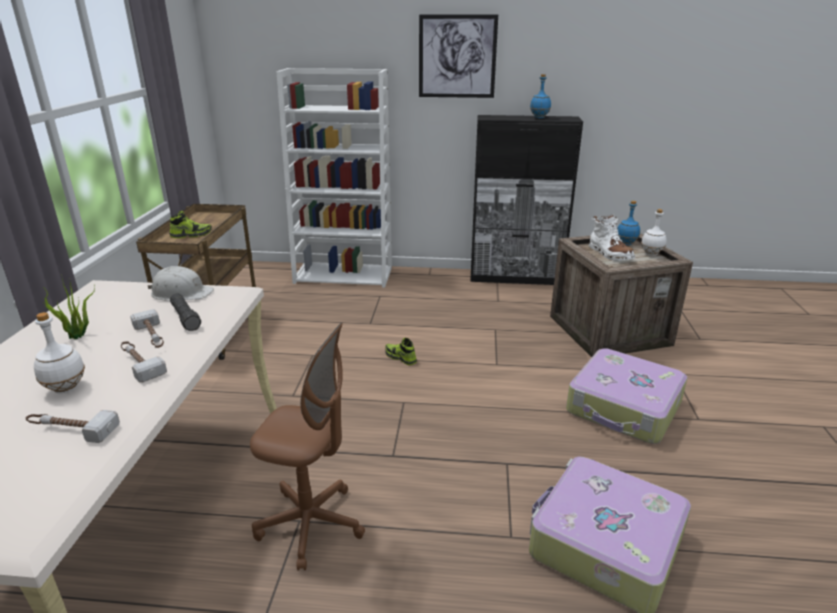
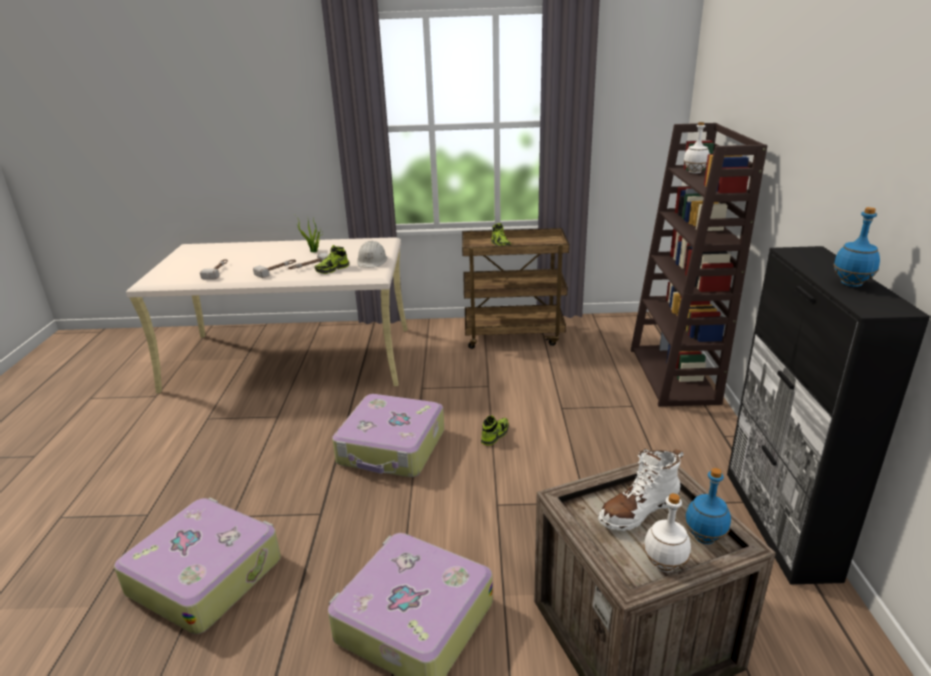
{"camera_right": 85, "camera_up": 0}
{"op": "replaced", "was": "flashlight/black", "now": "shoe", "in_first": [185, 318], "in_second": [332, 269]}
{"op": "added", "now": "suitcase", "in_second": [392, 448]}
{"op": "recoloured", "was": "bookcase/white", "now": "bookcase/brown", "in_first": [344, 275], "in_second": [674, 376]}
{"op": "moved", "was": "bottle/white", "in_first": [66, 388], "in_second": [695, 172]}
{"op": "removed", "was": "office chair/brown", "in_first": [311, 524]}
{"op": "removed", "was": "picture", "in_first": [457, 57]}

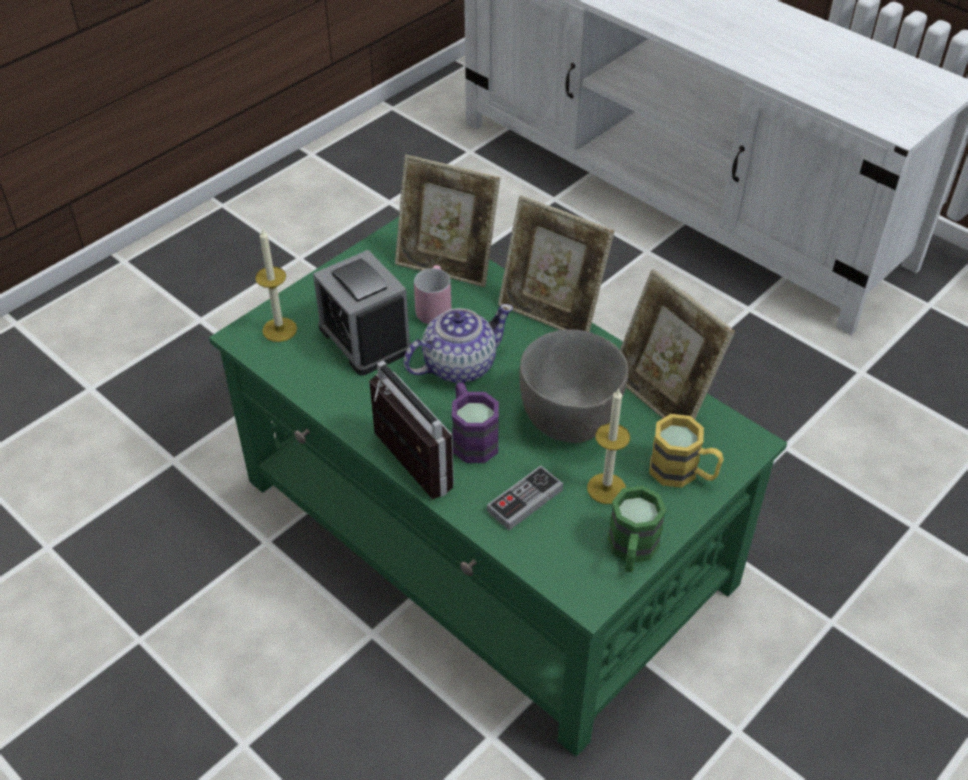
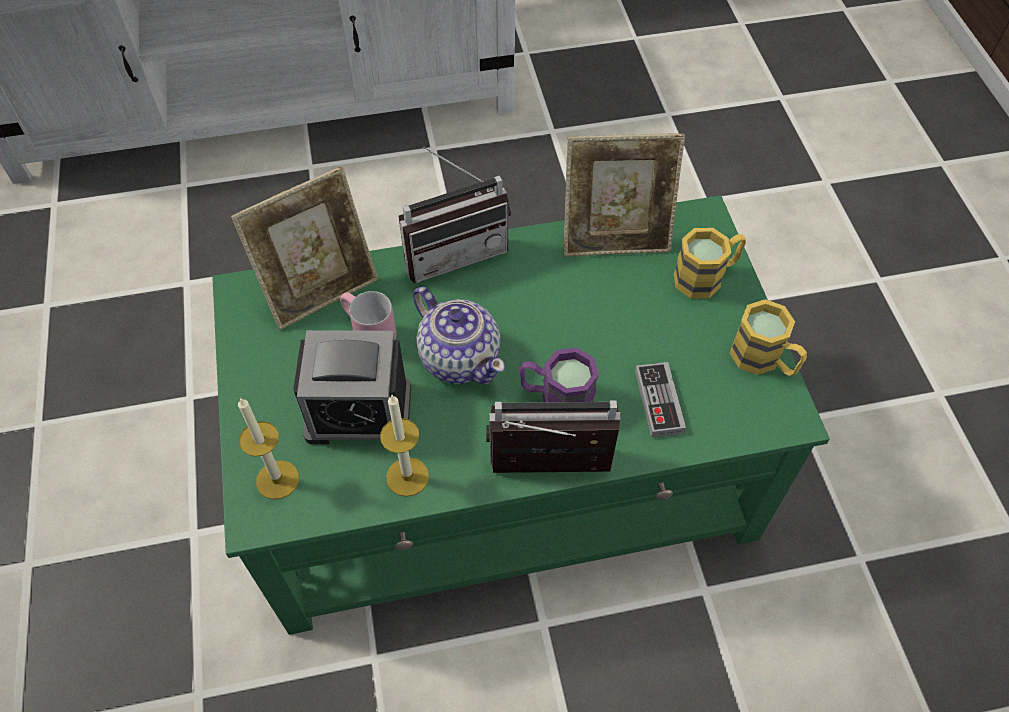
{"camera_right": -55, "camera_up": 10}
{"op": "moved", "was": "candle", "in_first": [606, 488], "in_second": [407, 477]}
{"op": "replaced", "was": "picture frame", "now": "radio", "in_first": [551, 312], "in_second": [453, 251]}
{"op": "turned", "was": "teapot", "in_first": [458, 366], "in_second": [460, 357], "clockwise": 135}
{"op": "recoloured", "was": "mug/green", "now": "mug/yellow", "in_first": [632, 551], "in_second": [764, 360]}
{"op": "removed", "was": "bowl/grey", "in_first": [571, 417]}

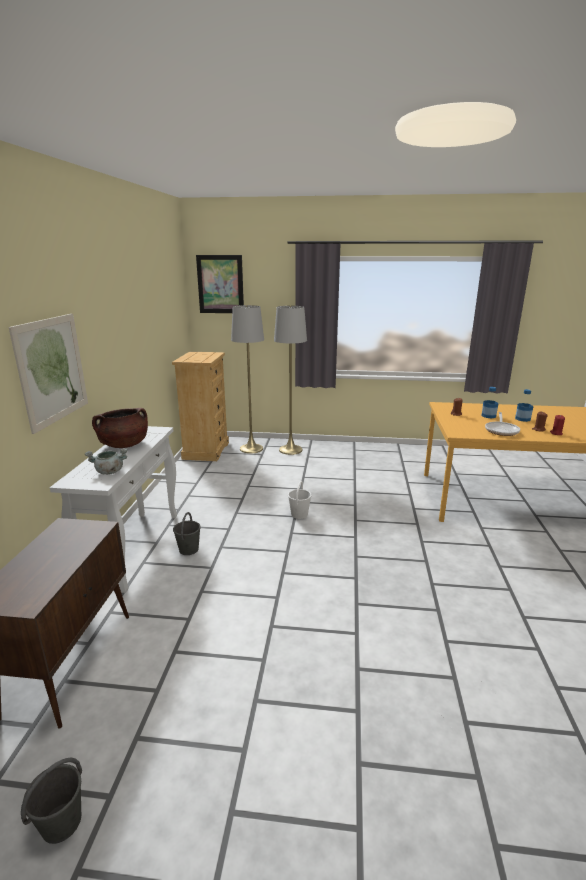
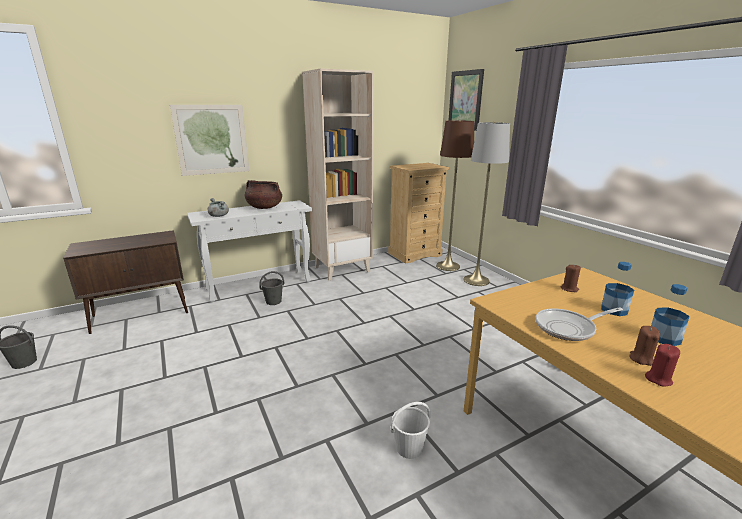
{"camera_right": 55, "camera_up": 0}
{"op": "added", "now": "bookcase/beige", "in_second": [342, 269]}
{"op": "moved", "was": "bucket/white", "in_first": [299, 514], "in_second": [408, 448]}
{"op": "recoloured", "was": "floor lamp/grey", "now": "floor lamp/brown", "in_first": [251, 448], "in_second": [448, 266]}

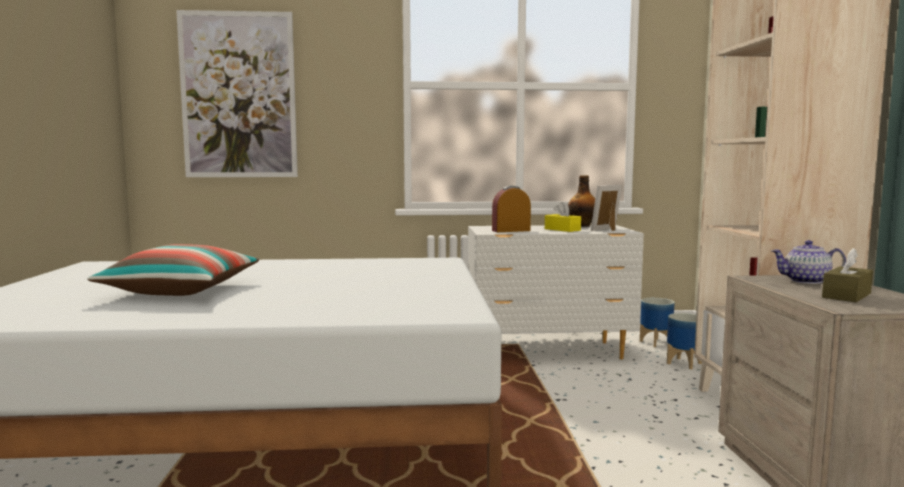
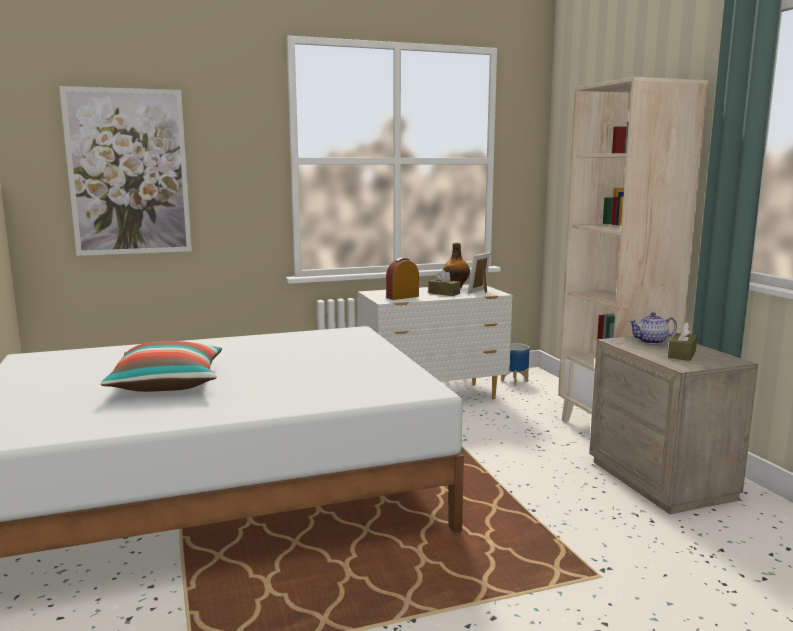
{"camera_right": -15, "camera_up": 5}
{"op": "recoloured", "was": "tissue box/yellow", "now": "tissue box/brown", "in_first": [562, 229], "in_second": [444, 293]}
{"op": "removed", "was": "planter", "in_first": [684, 363]}

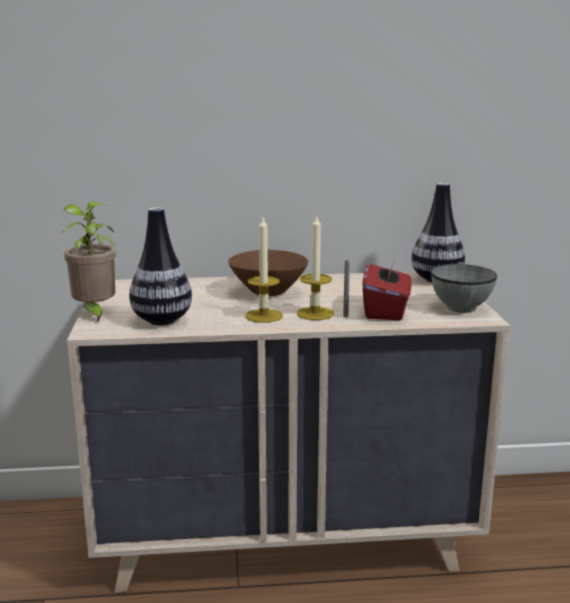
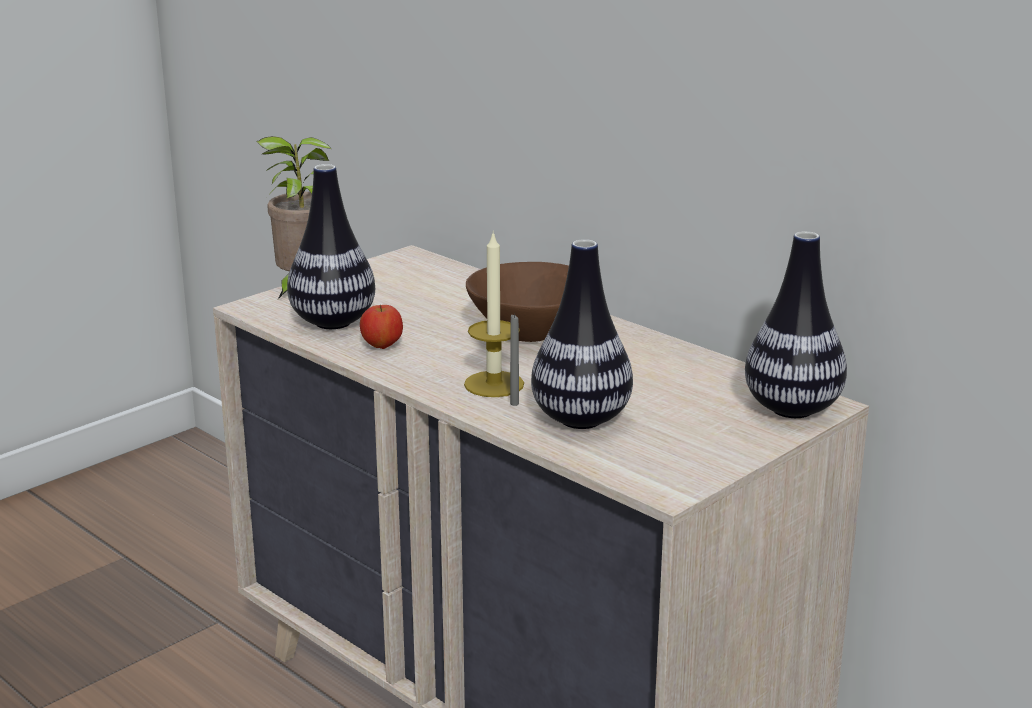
{"camera_right": 50, "camera_up": 5}
{"op": "added", "now": "apple", "in_second": [382, 346]}
{"op": "replaced", "was": "tissue box/red", "now": "vase", "in_first": [386, 311], "in_second": [581, 419]}
{"op": "removed", "was": "candle", "in_first": [264, 316]}
{"op": "removed", "was": "bowl/grey", "in_first": [461, 308]}

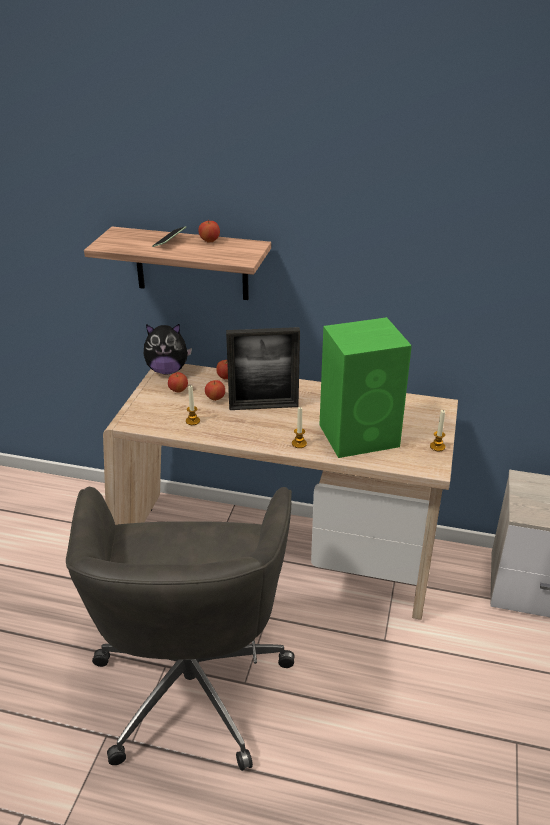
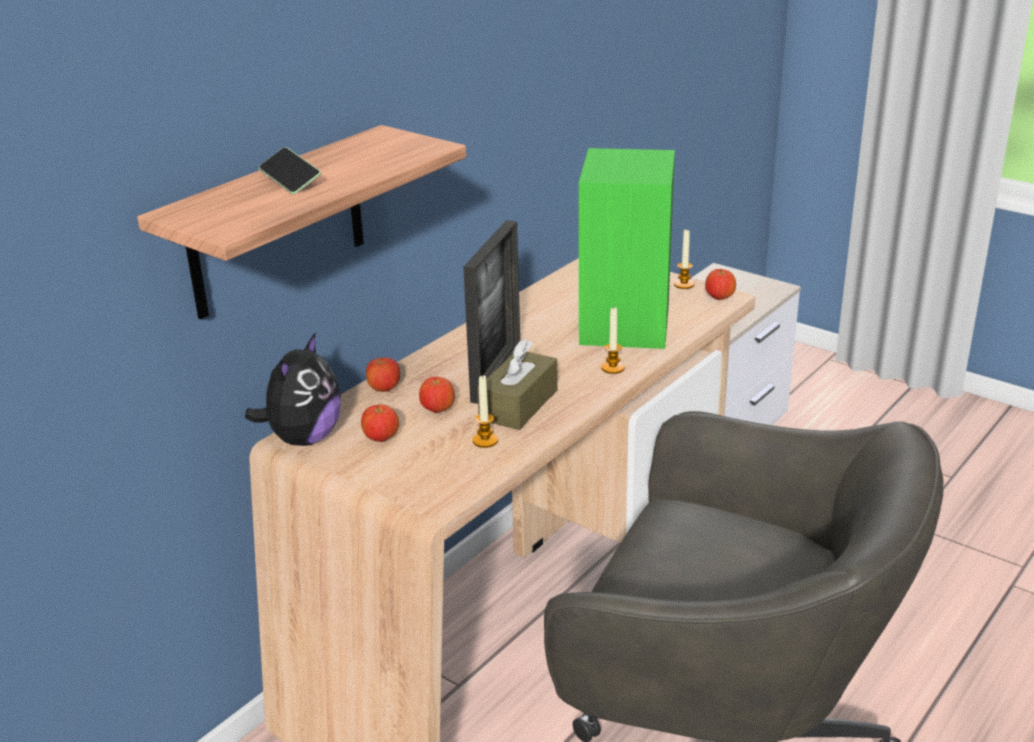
{"camera_right": -65, "camera_up": -5}
{"op": "added", "now": "tissue box/brown", "in_second": [519, 405]}
{"op": "moved", "was": "apple", "in_first": [209, 241], "in_second": [719, 298]}

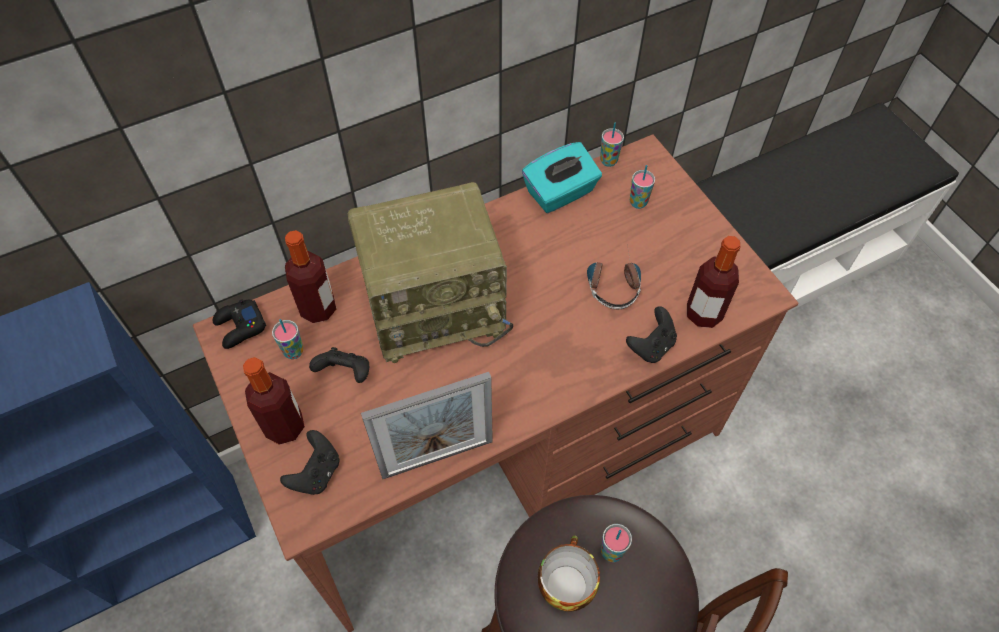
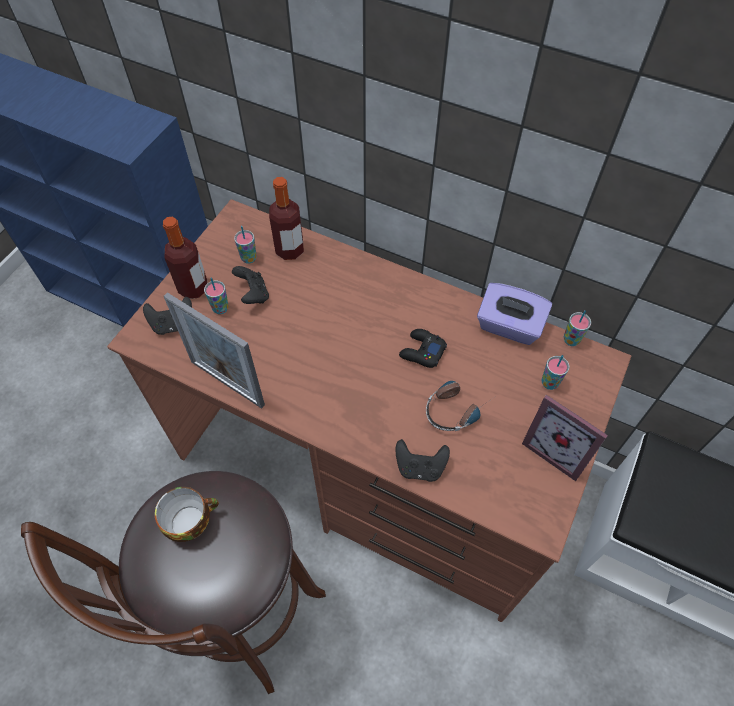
{"camera_right": 55, "camera_up": 0}
{"op": "moved", "was": "cup", "in_first": [611, 551], "in_second": [220, 308]}
{"op": "moved", "was": "game controller/black", "in_first": [240, 327], "in_second": [422, 351]}
{"op": "recoloured", "was": "tissue box/turquoise", "now": "tissue box/purple", "in_first": [560, 193], "in_second": [509, 326]}
{"op": "added", "now": "picture frame", "in_second": [557, 449]}
{"op": "removed", "was": "radio", "in_first": [436, 306]}
{"op": "removed", "was": "bottle", "in_first": [703, 314]}

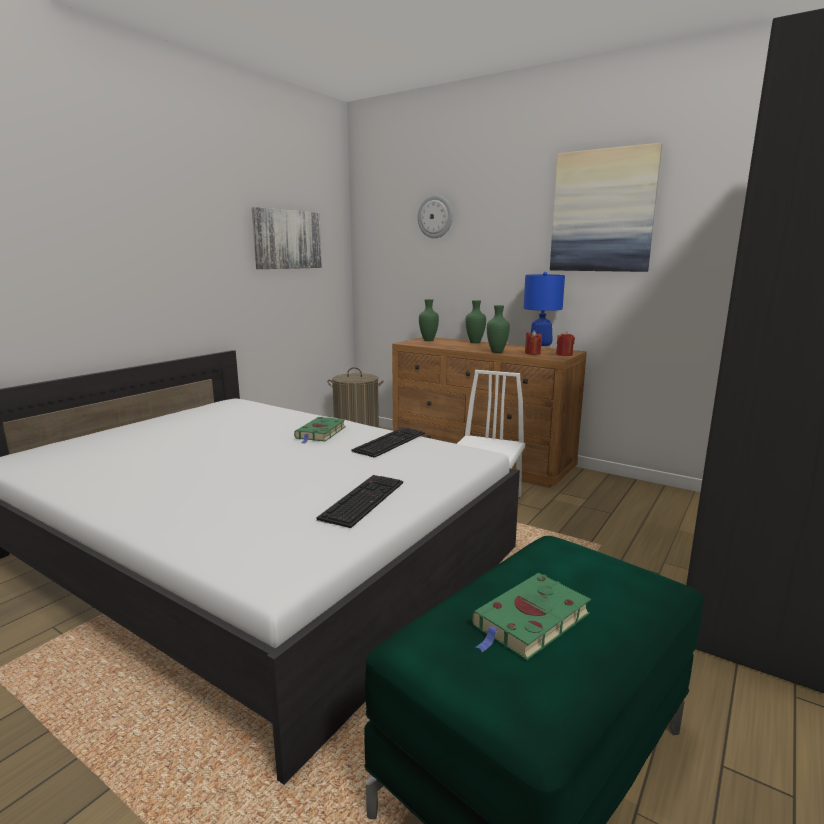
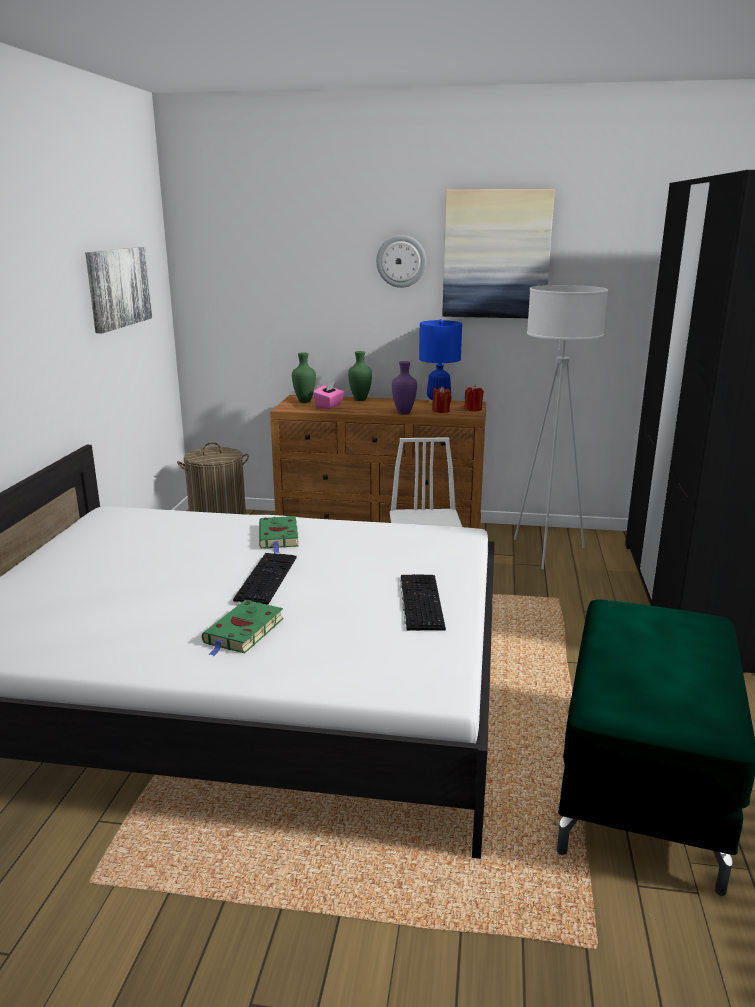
{"camera_right": -25, "camera_up": 5}
{"op": "moved", "was": "book/green", "in_first": [529, 622], "in_second": [243, 632]}
{"op": "moved", "was": "keyboard", "in_first": [389, 442], "in_second": [265, 577]}
{"op": "added", "now": "tissue box/pink", "in_second": [329, 406]}
{"op": "moved", "was": "wall clock", "in_first": [435, 216], "in_second": [401, 261]}
{"op": "recoloured", "was": "vase/green", "now": "vase/purple", "in_first": [497, 352], "in_second": [404, 412]}
{"op": "added", "now": "floor lamp/white", "in_second": [546, 552]}

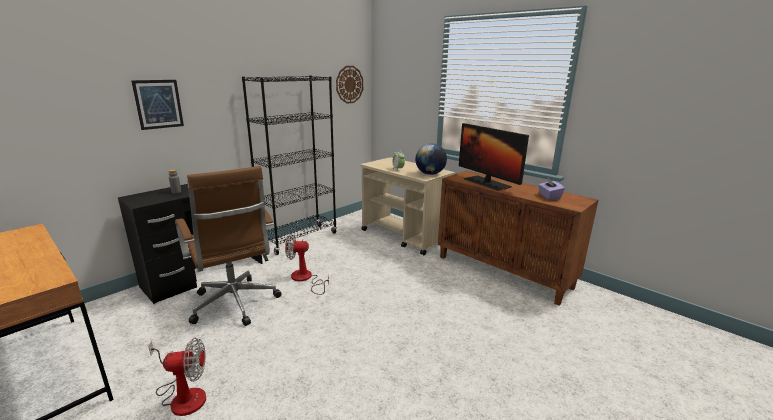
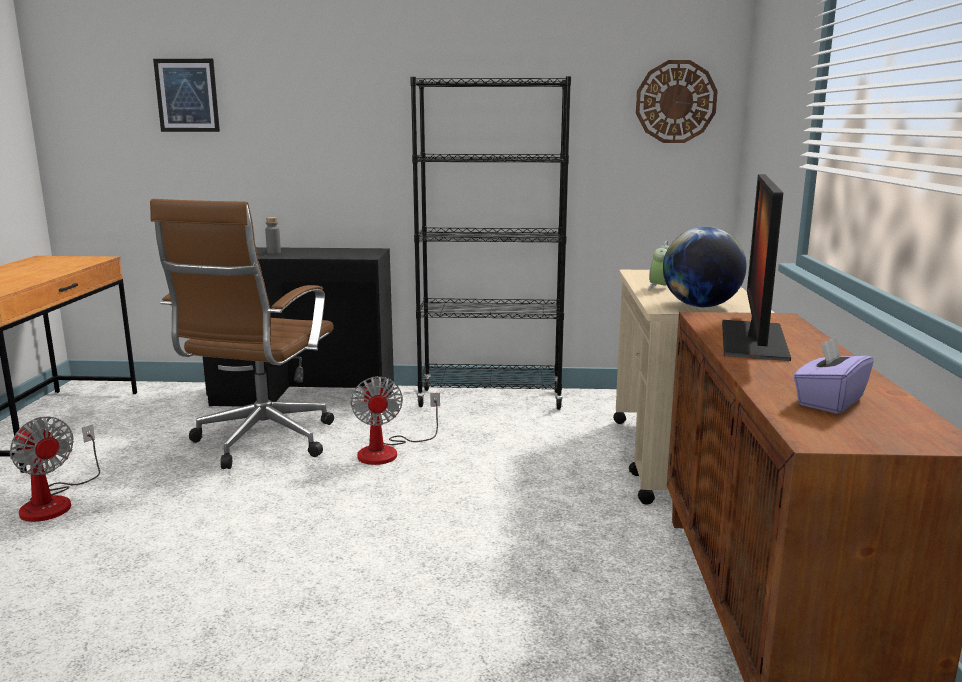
{"camera_right": 50, "camera_up": -5}
{"op": "moved", "was": "picture", "in_first": [158, 104], "in_second": [187, 95]}
{"op": "turned", "was": "fan", "in_first": [305, 279], "in_second": [388, 451], "clockwise": -150}

